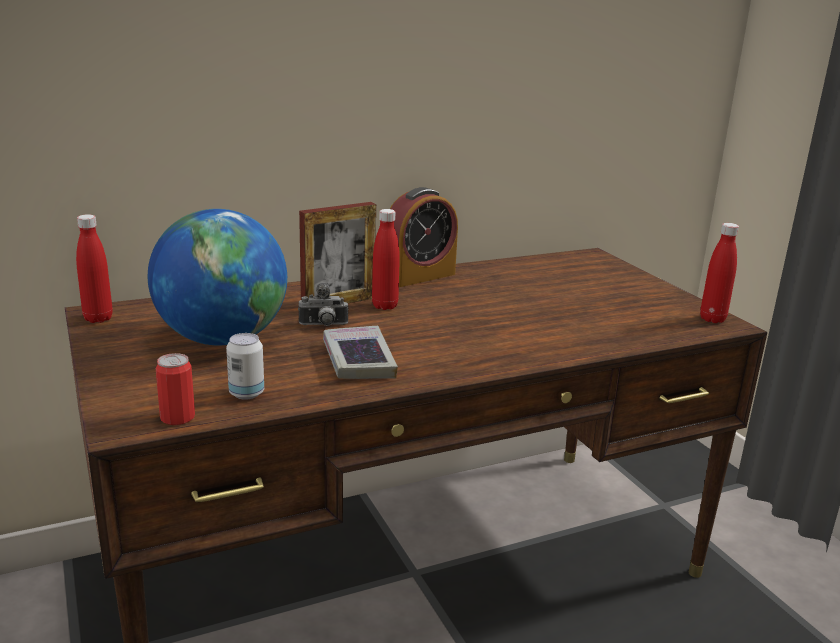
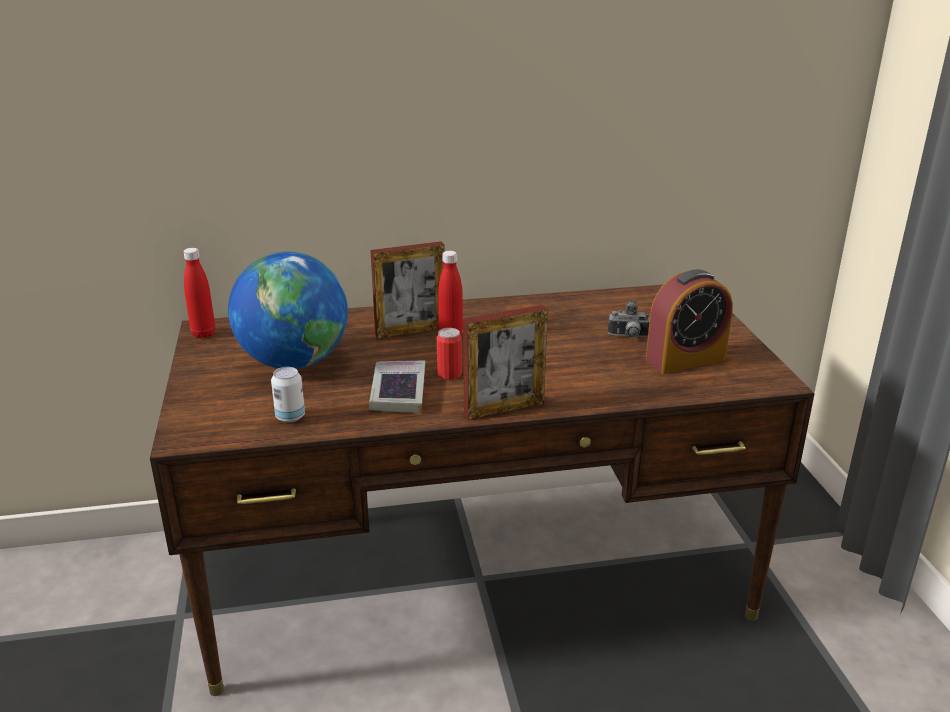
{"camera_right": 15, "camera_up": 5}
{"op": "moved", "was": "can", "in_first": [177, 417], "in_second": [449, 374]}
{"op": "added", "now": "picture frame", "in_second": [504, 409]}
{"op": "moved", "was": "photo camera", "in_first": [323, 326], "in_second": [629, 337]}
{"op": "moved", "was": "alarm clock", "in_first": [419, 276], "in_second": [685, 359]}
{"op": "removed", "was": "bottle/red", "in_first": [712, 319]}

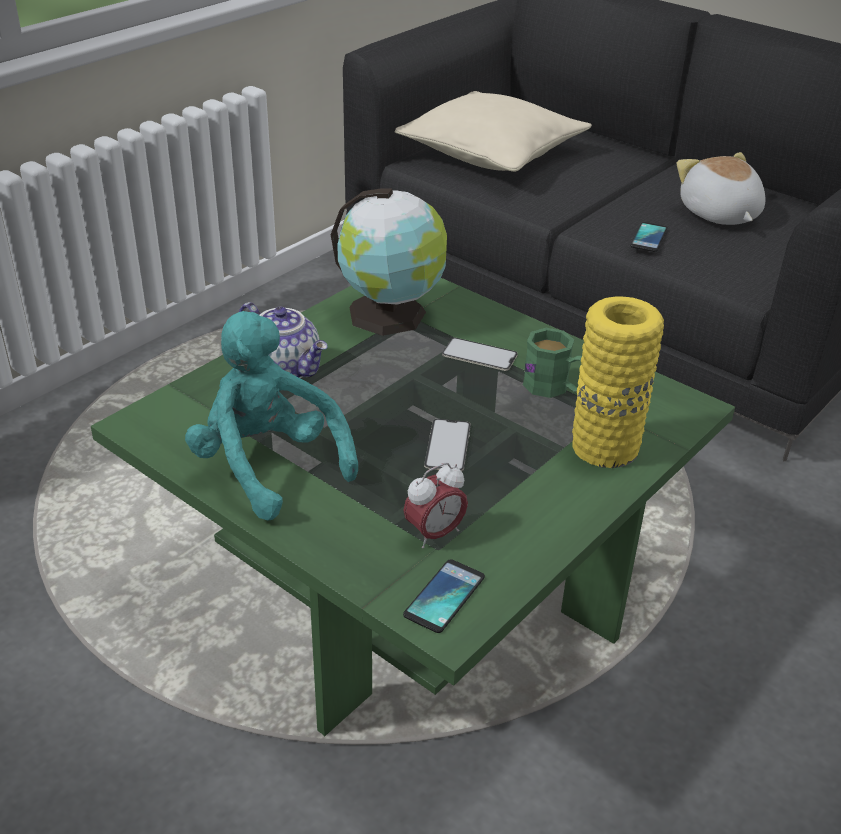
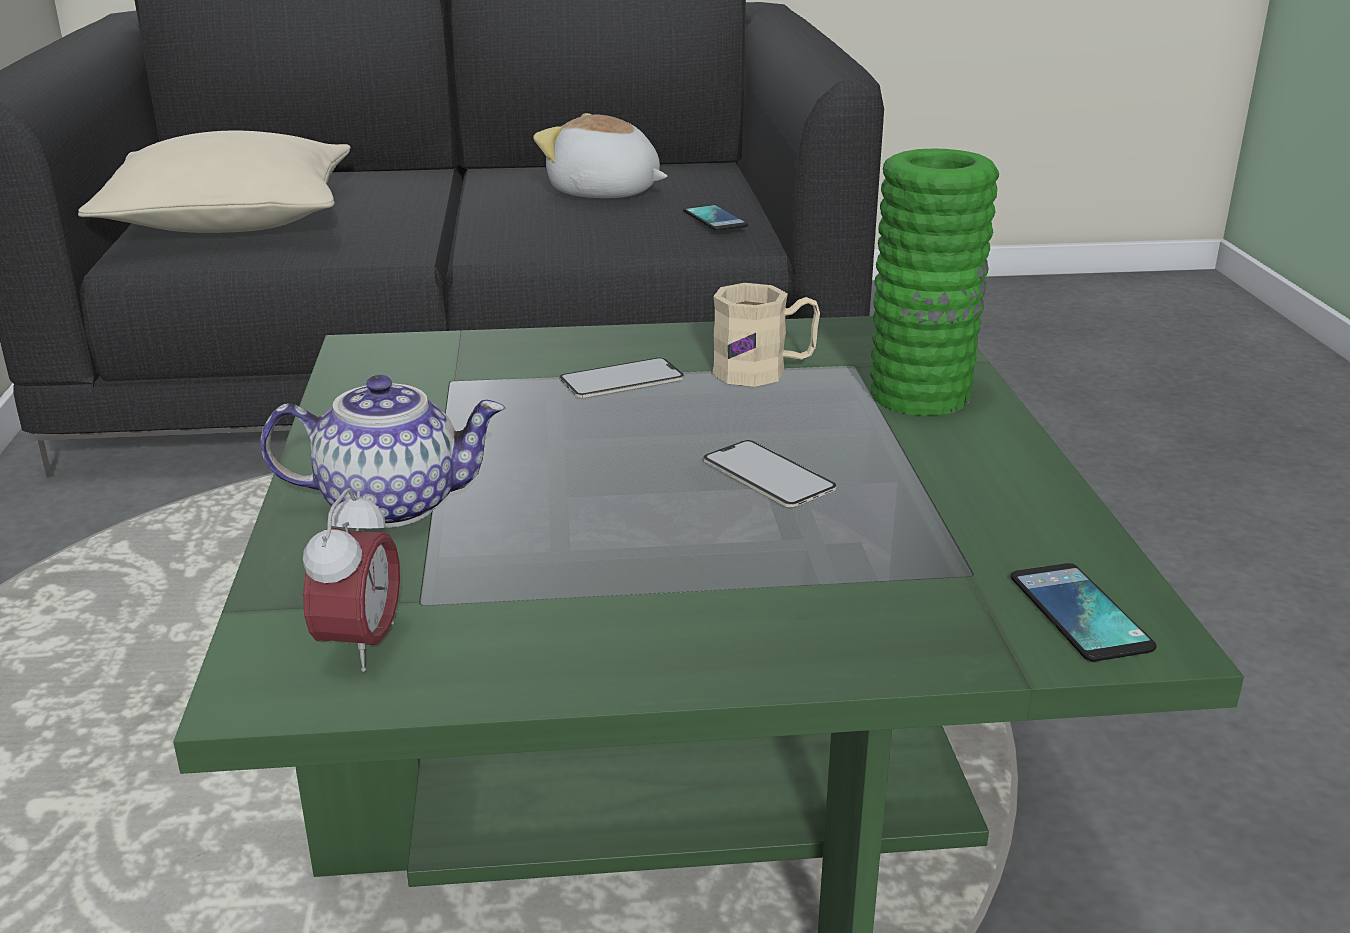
{"camera_right": -45, "camera_up": -10}
{"op": "moved", "was": "alarm clock", "in_first": [434, 534], "in_second": [360, 646]}
{"op": "moved", "was": "phone", "in_first": [649, 238], "in_second": [715, 219]}
{"op": "recoloured", "was": "mug/green", "now": "mug/beige", "in_first": [554, 388], "in_second": [764, 371]}
{"op": "recoloured", "was": "vase/yellow", "now": "vase/green", "in_first": [604, 447], "in_second": [919, 395]}
{"op": "removed", "was": "plush toy/turquoise", "in_first": [268, 466]}
{"op": "removed", "was": "globe", "in_first": [391, 314]}

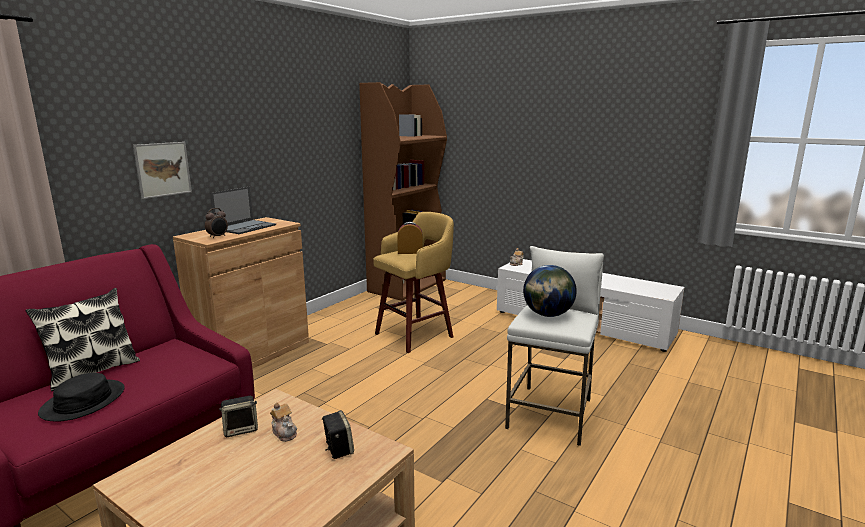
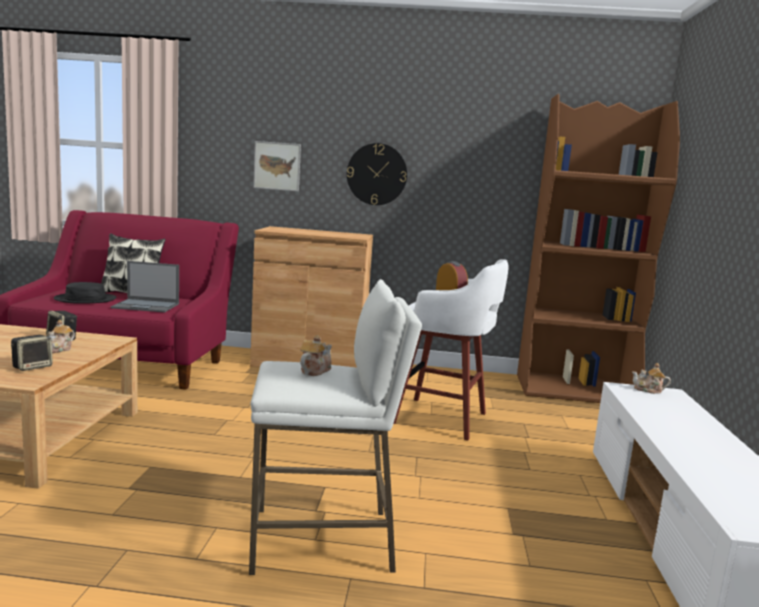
{"camera_right": 60, "camera_up": -5}
{"op": "moved", "was": "laptop", "in_first": [246, 227], "in_second": [146, 306]}
{"op": "replaced", "was": "globe", "now": "teapot", "in_first": [547, 315], "in_second": [314, 371]}
{"op": "added", "now": "wall clock", "in_second": [377, 174]}
{"op": "recoloured", "was": "stool/yellow", "now": "stool/white", "in_first": [416, 335], "in_second": [443, 419]}
{"op": "removed", "was": "alarm clock", "in_first": [218, 237]}

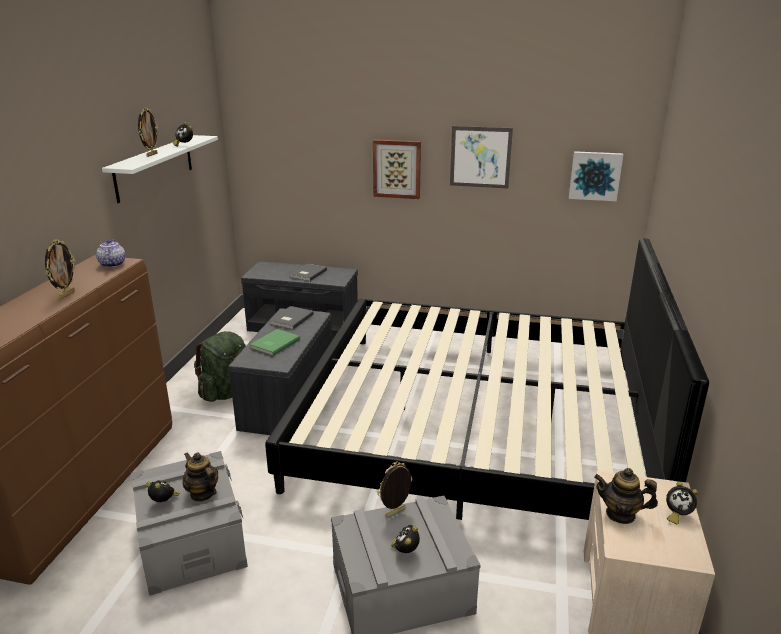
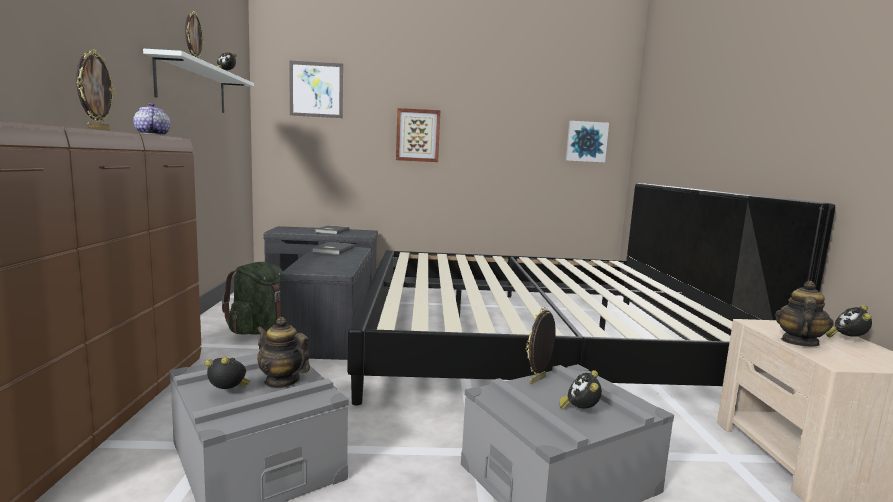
{"camera_right": -15, "camera_up": -15}
{"op": "moved", "was": "picture", "in_first": [480, 157], "in_second": [316, 89]}
{"op": "turned", "was": "teapot", "in_first": [620, 514], "in_second": [798, 342], "clockwise": 120}
{"op": "turned", "was": "alarm clock", "in_first": [676, 515], "in_second": [847, 340], "clockwise": 105}
{"op": "removed", "was": "book/green", "in_first": [274, 344]}

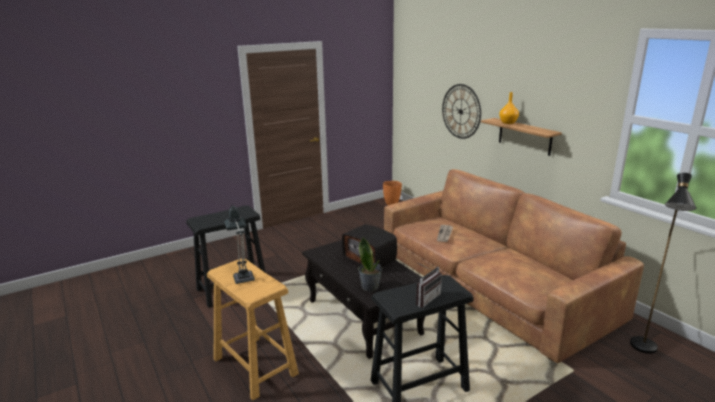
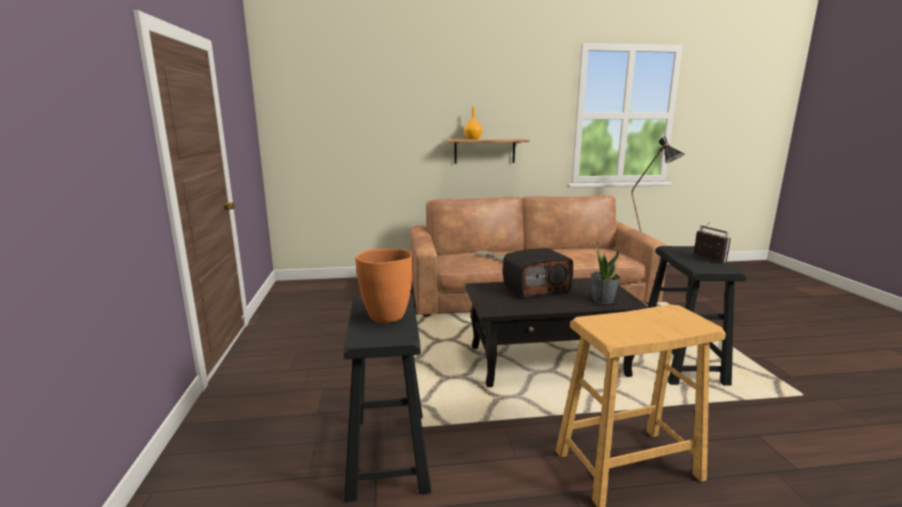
{"camera_right": -65, "camera_up": -5}
{"op": "moved", "was": "vase/orange", "in_first": [392, 203], "in_second": [386, 316]}
{"op": "removed", "was": "table lamp", "in_first": [243, 276]}
{"op": "removed", "was": "wall clock", "in_first": [461, 111]}

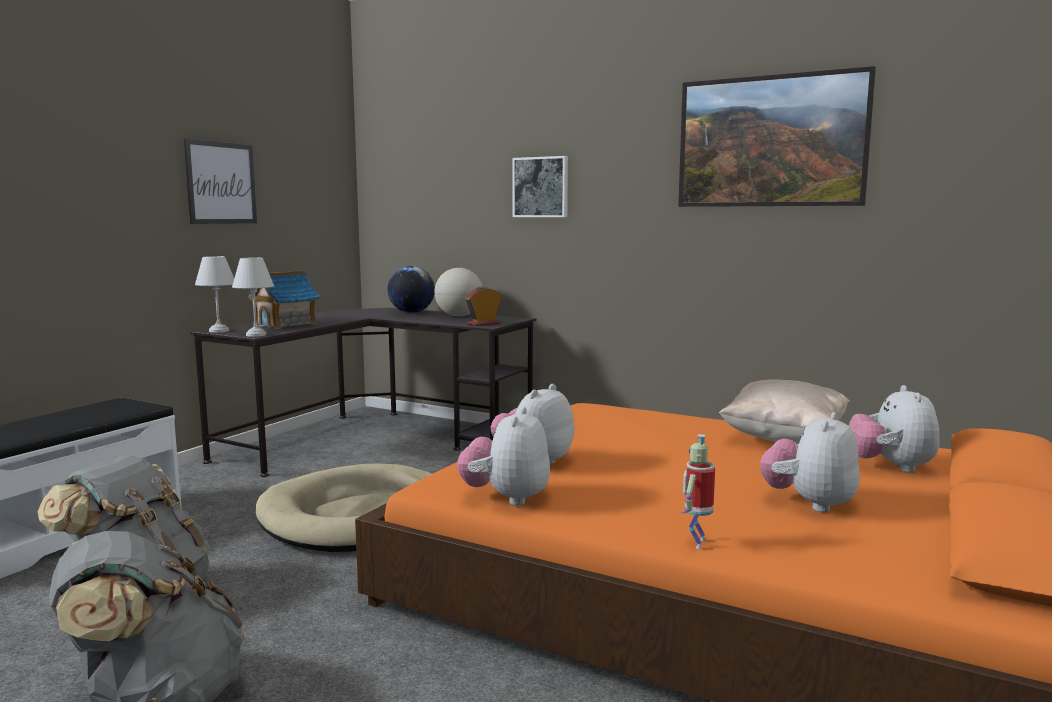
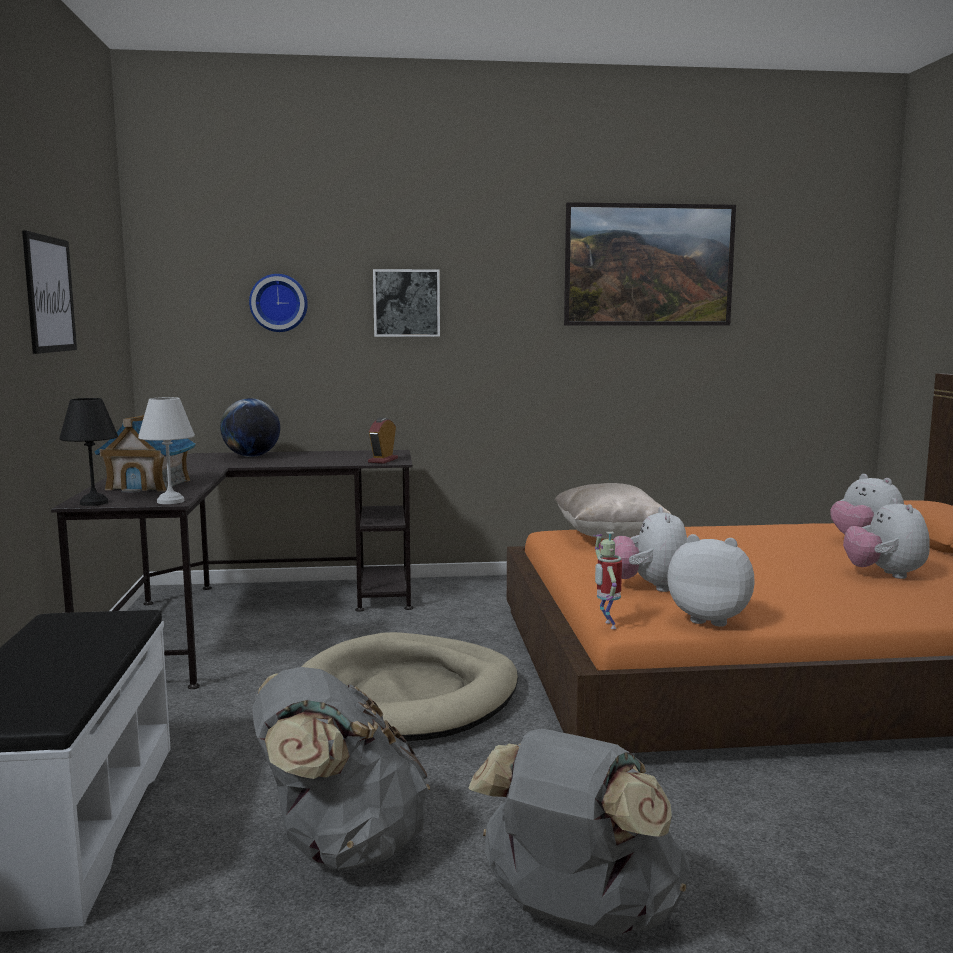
{"camera_right": -35, "camera_up": 0}
{"op": "recoloured", "was": "table lamp/white", "now": "table lamp/black", "in_first": [218, 331], "in_second": [93, 503]}
{"op": "added", "now": "wall clock", "in_second": [279, 303]}
{"op": "moved", "was": "pillow/beige", "in_first": [784, 438], "in_second": [610, 536]}
{"op": "moved", "was": "toy robot", "in_first": [696, 543], "in_second": [607, 625]}
{"op": "turned", "was": "plush toy", "in_first": [506, 498], "in_second": [710, 619], "clockwise": 135}
{"op": "removed", "was": "globe", "in_first": [459, 316]}

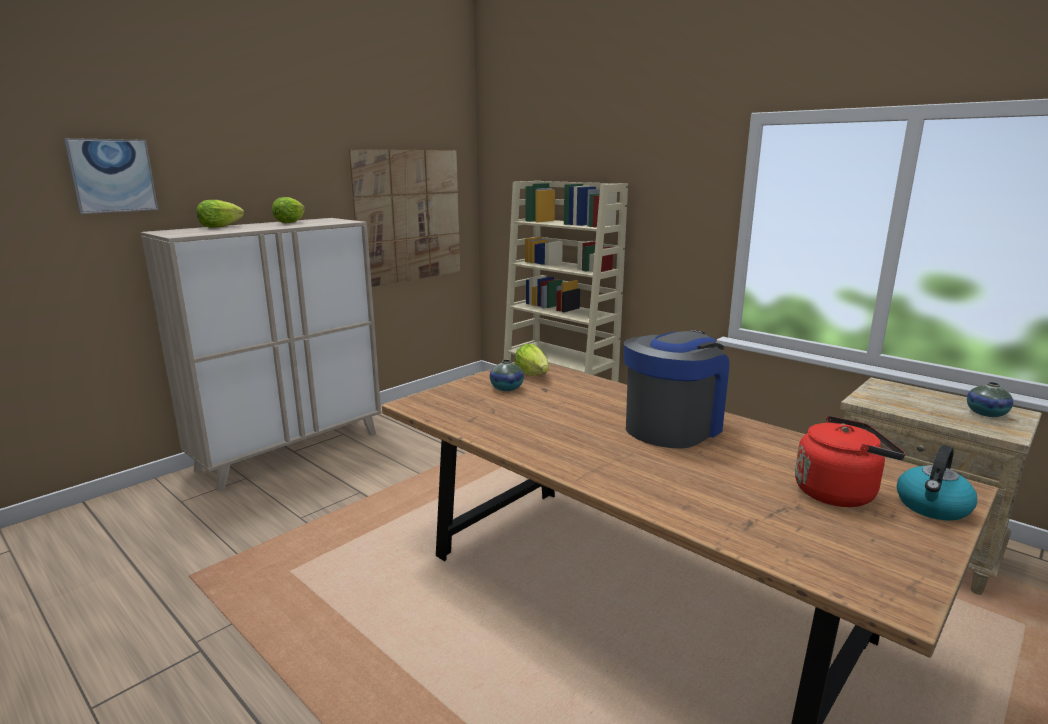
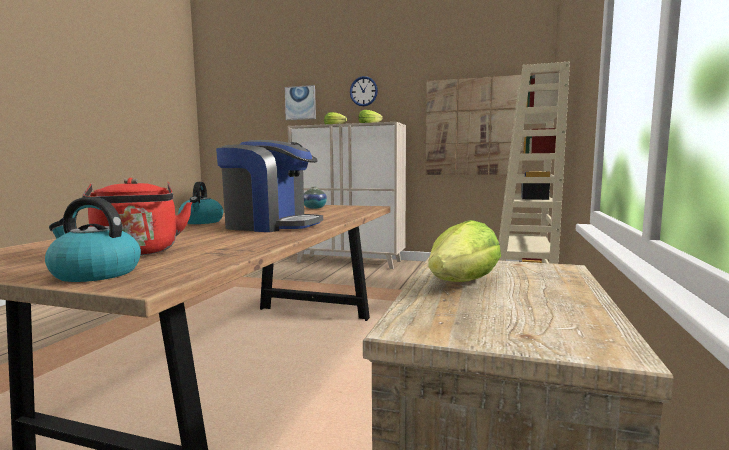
{"camera_right": 65, "camera_up": -10}
{"op": "added", "now": "kettle", "in_second": [201, 222]}
{"op": "added", "now": "wall clock", "in_second": [363, 91]}
{"op": "moved", "was": "lettuce", "in_first": [532, 374], "in_second": [462, 283]}
{"op": "removed", "was": "vase", "in_first": [986, 414]}

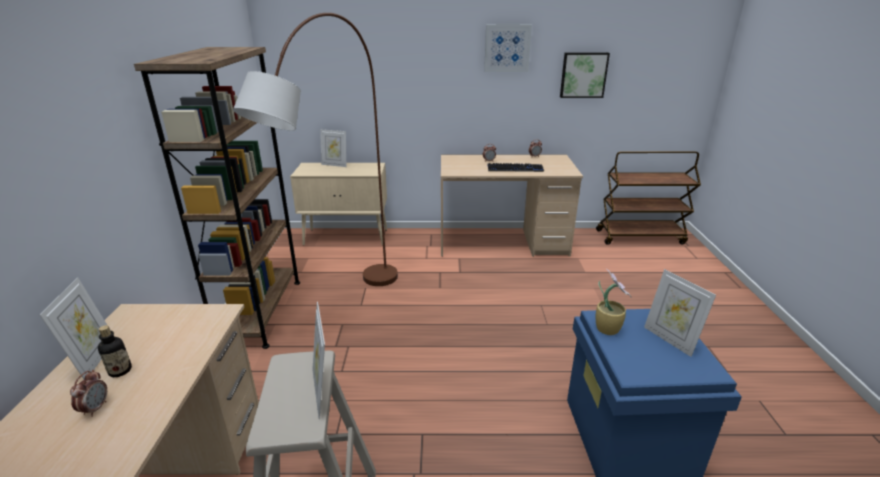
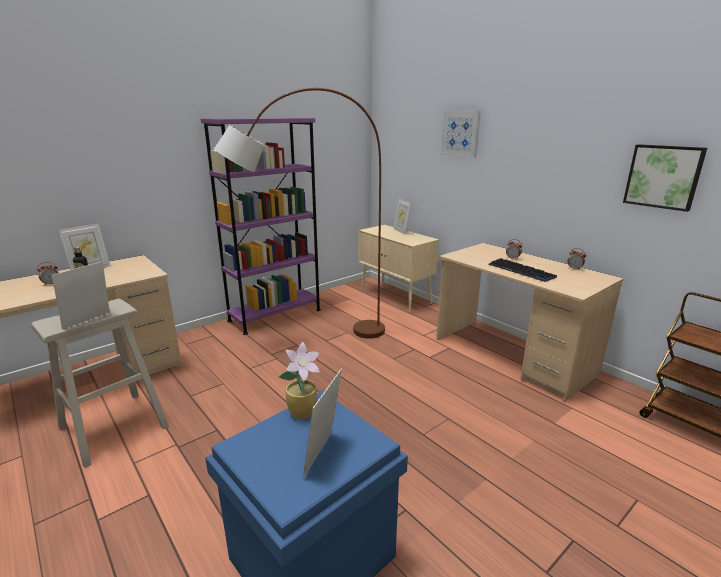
{"camera_right": 50, "camera_up": -5}
{"op": "recoloured", "was": "bookcase/brown", "now": "bookcase/purple", "in_first": [261, 311], "in_second": [275, 315]}
{"op": "moved", "was": "picture", "in_first": [507, 48], "in_second": [460, 133]}

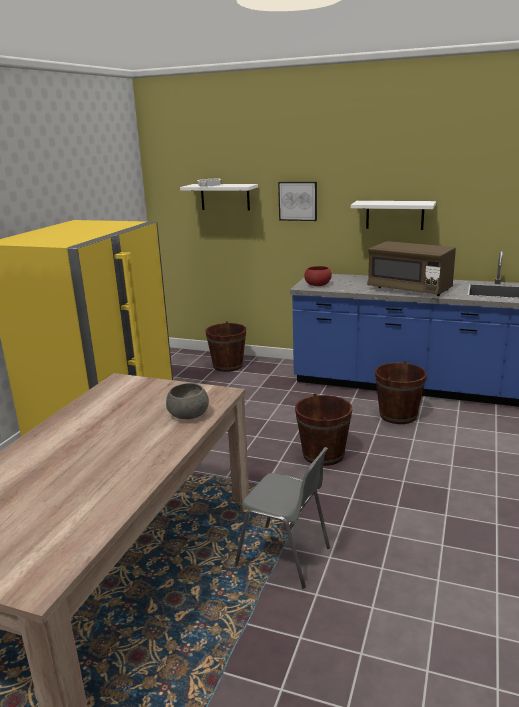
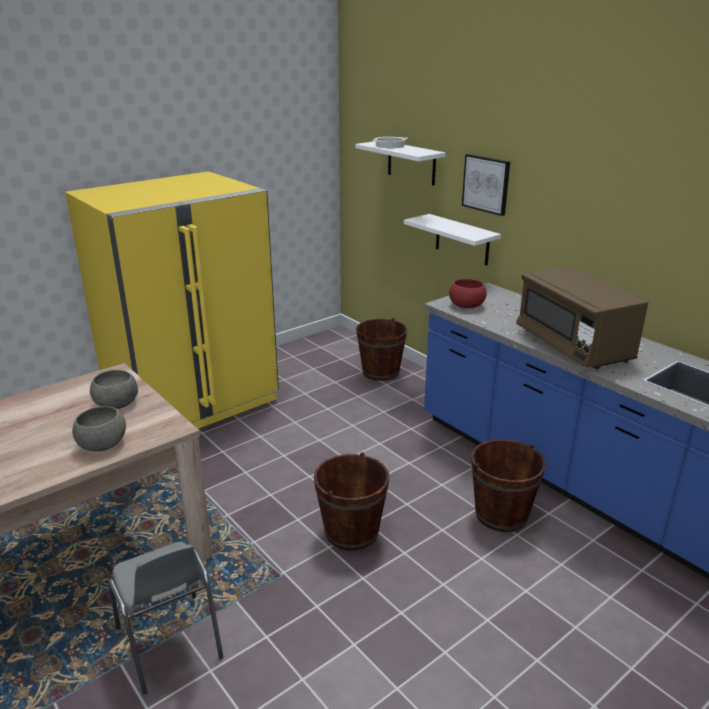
{"camera_right": 30, "camera_up": 5}
{"op": "added", "now": "bowl/grey", "in_second": [117, 403]}
{"op": "moved", "was": "shelf/white", "in_first": [394, 215], "in_second": [462, 240]}

